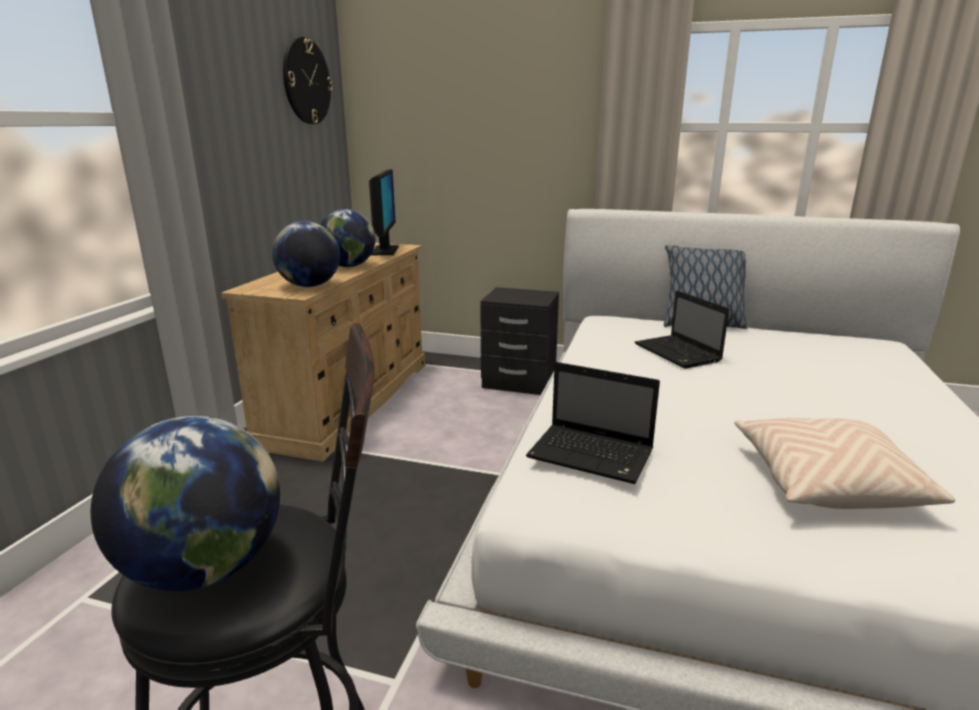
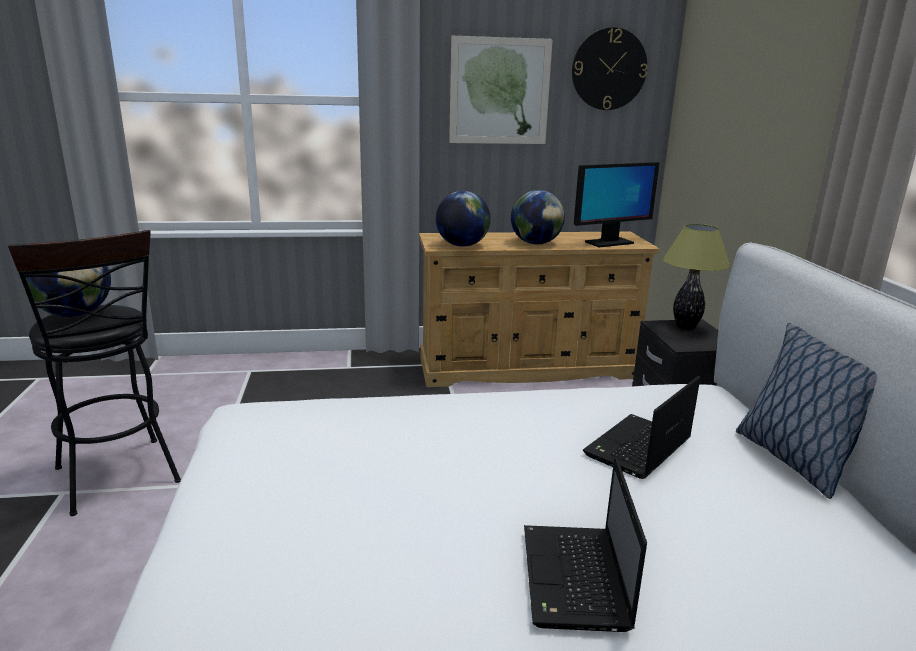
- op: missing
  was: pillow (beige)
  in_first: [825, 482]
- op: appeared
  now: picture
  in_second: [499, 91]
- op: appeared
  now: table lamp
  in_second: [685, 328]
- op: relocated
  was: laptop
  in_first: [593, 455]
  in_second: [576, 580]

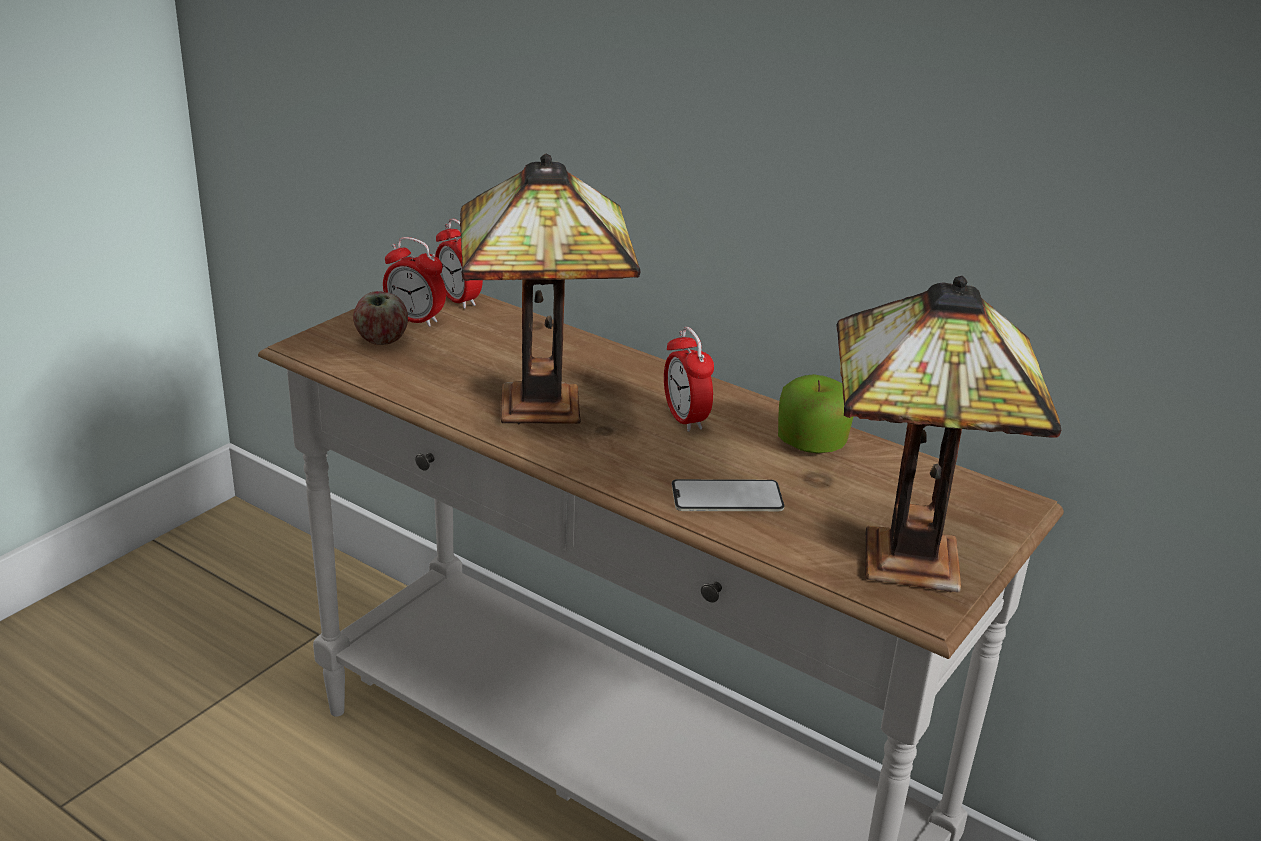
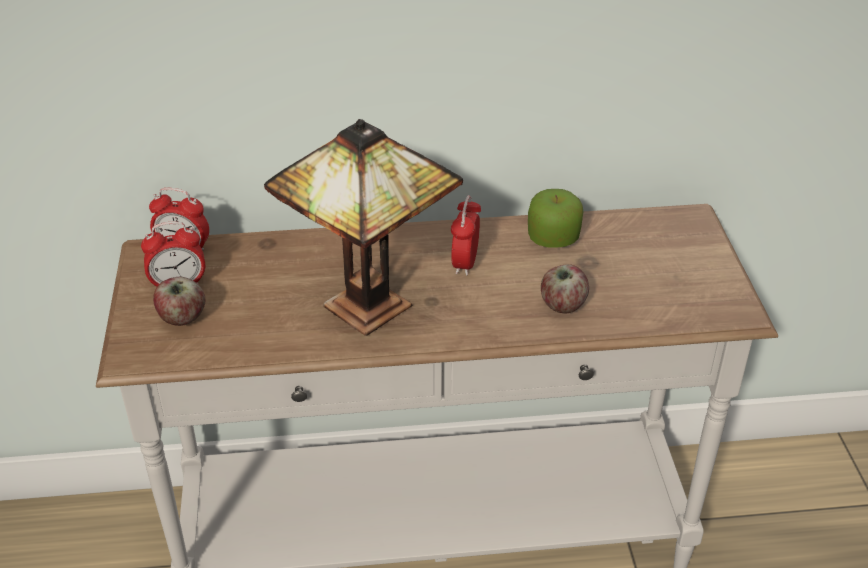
- op: missing
  was: table lamp
  in_first: [903, 562]
- op: exchanged
  was: phone
  now: apple
  in_first: [727, 497]
  in_second: [562, 305]
- op: spun
  was: alarm clock
  in_first: [685, 419]
  in_second: [465, 263]
  clockwise: 75

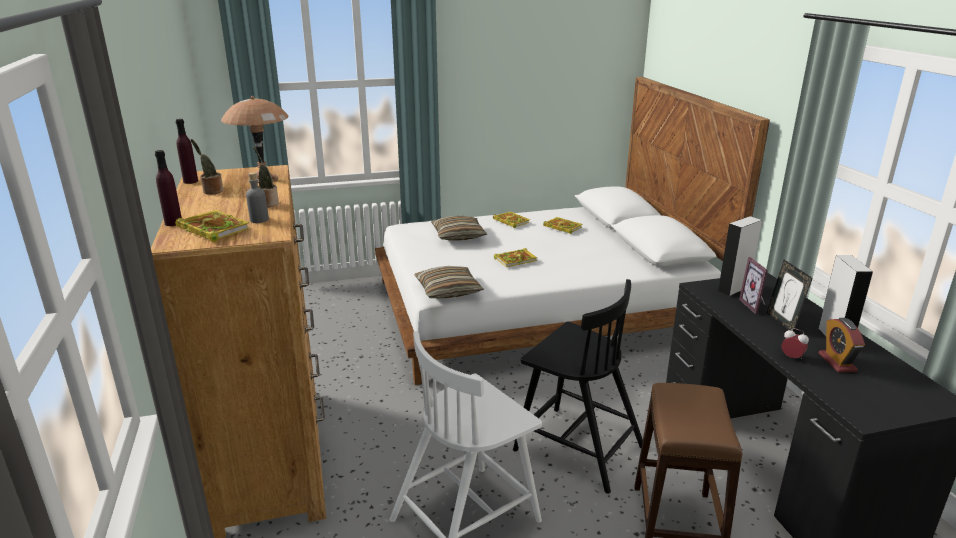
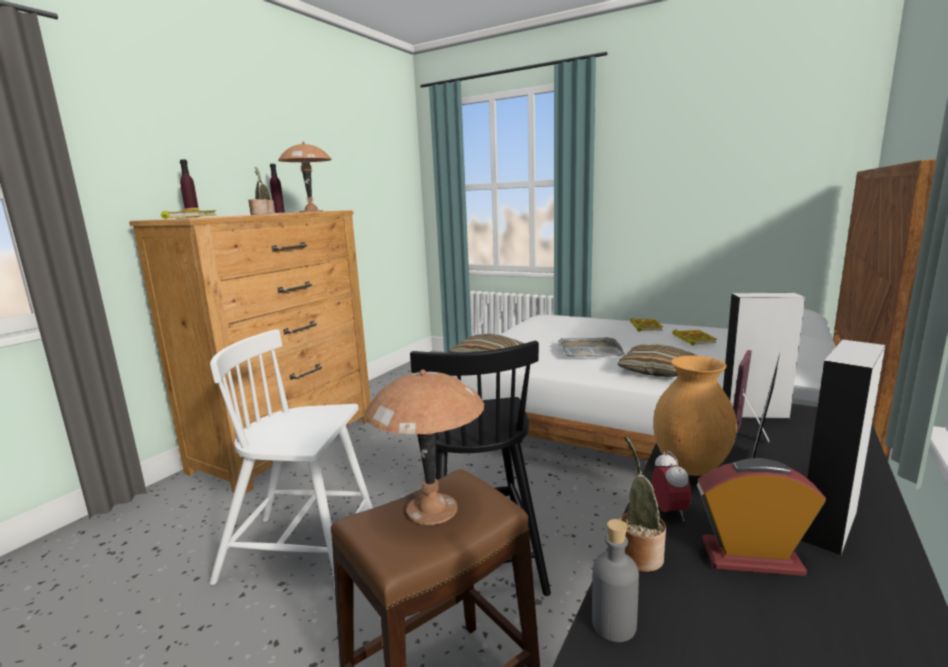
- op: appeared
  now: table lamp (brown)
  in_second: [432, 508]
- op: appeared
  now: potted plant
  in_second: [638, 554]
- op: appeared
  now: vase (brown)
  in_second: [689, 468]
- op: relocated
  was: bottle (grey)
  in_first: [259, 220]
  in_second: [613, 624]
- op: relocated
  was: pillow
  in_first: [458, 235]
  in_second: [657, 371]
- op: exchanged
  was: book
  now: tray (grey)
  in_first: [516, 259]
  in_second: [589, 351]
- op: spun
  was: alarm clock
  in_first: [837, 362]
  in_second: [751, 558]
  clockwise: 60

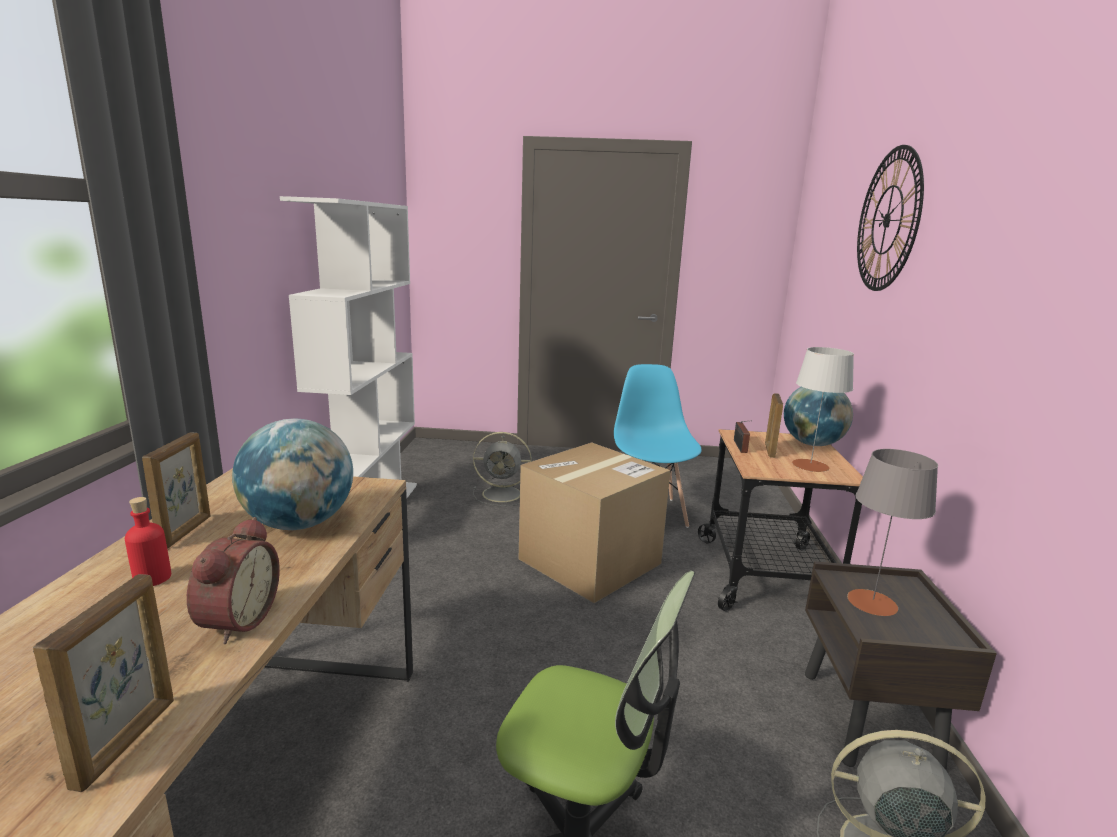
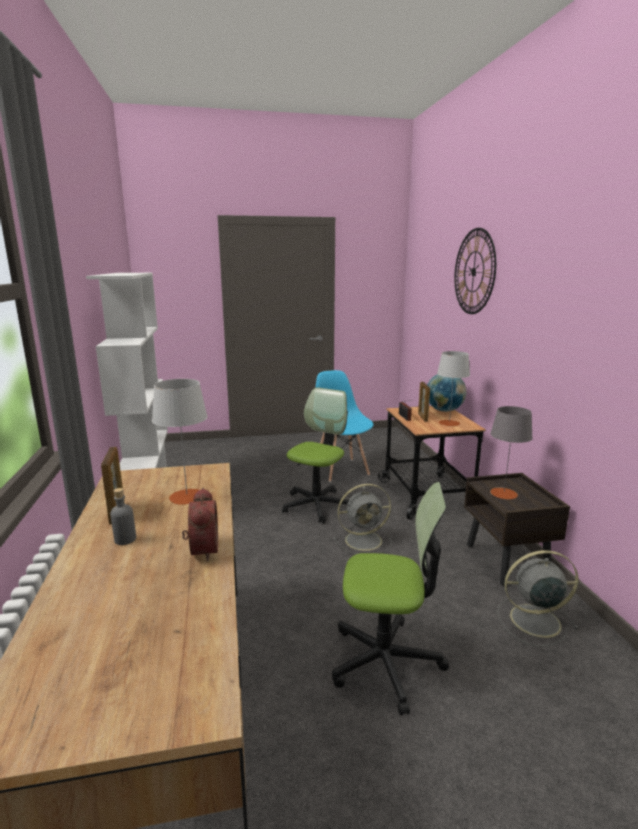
- op: missing
  was: picture frame
  in_first: [127, 741]
- op: relocated
  was: fan (grey)
  in_first: [503, 494]
  in_second: [365, 540]
- op: exchanged
  was: globe
  now: table lamp (grey)
  in_first: [299, 524]
  in_second: [187, 496]
- op: exchanged
  was: cardboard box
  now: office chair
  in_first: [589, 561]
  in_second: [317, 505]
- op: colour
  was: bottle (red)
  now: bottle (grey)
  in_first: [152, 578]
  in_second: [125, 539]

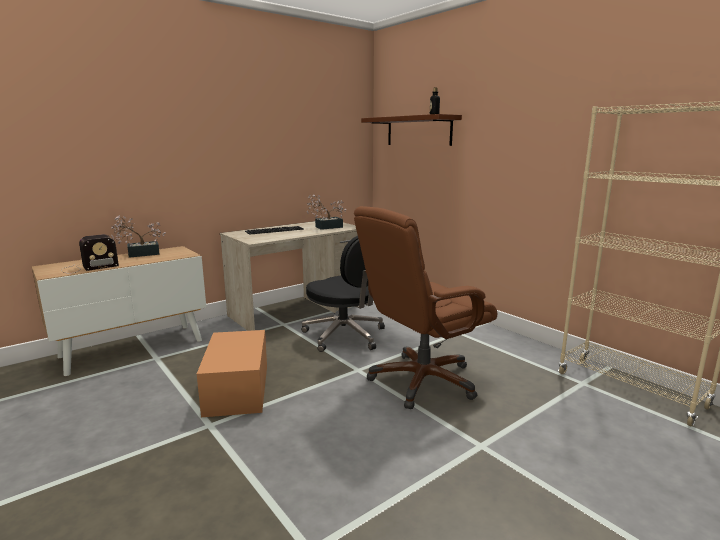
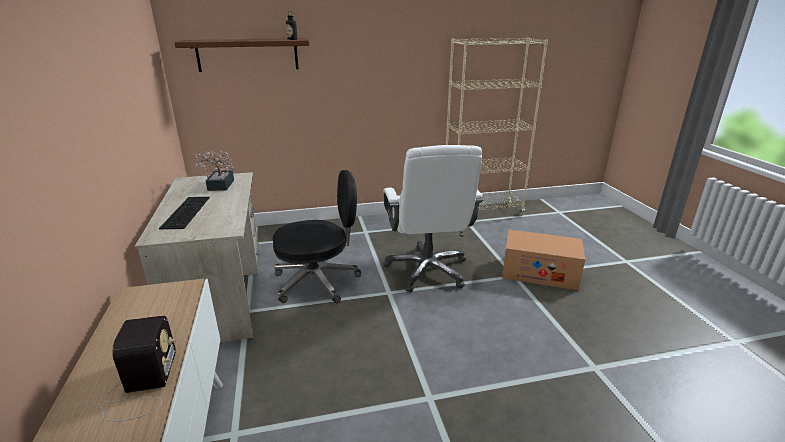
- op: missing
  was: potted plant
  in_first: [139, 254]
- op: relocated
  was: cardboard box
  in_first: [237, 389]
  in_second: [539, 273]
- op: colour
  was: office chair (brown)
  now: office chair (white)
  in_first: [422, 381]
  in_second: [427, 270]

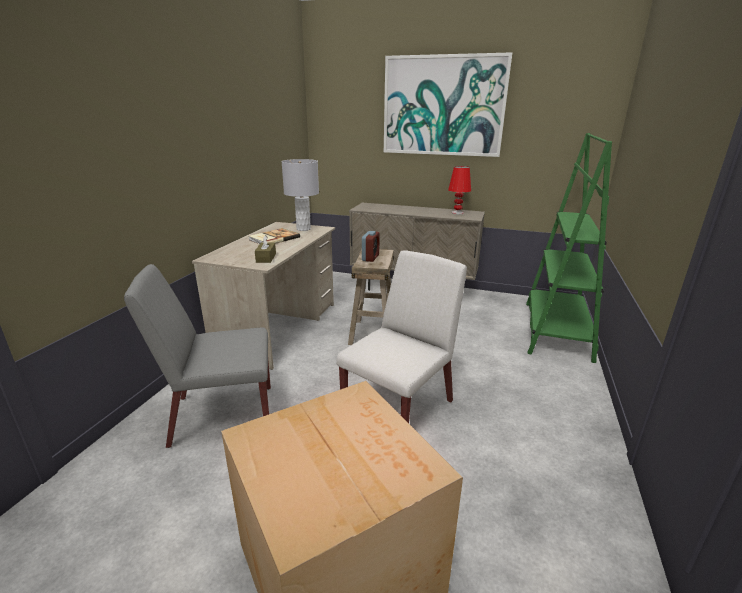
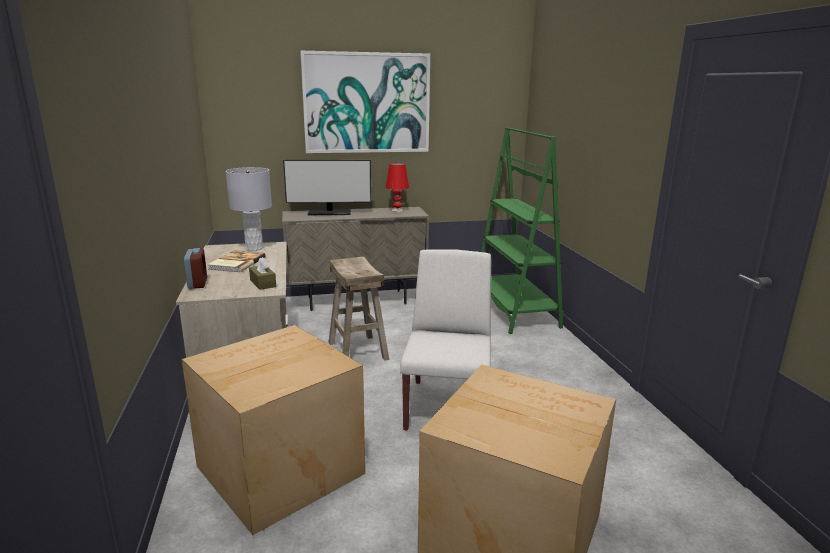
- op: appeared
  now: monitor
  in_second: [329, 213]
- op: relocated
  was: alarm clock
  in_first: [370, 258]
  in_second: [197, 283]
- op: exchanged
  was: chair (grey)
  now: cardboard box
  in_first: [221, 415]
  in_second: [277, 470]

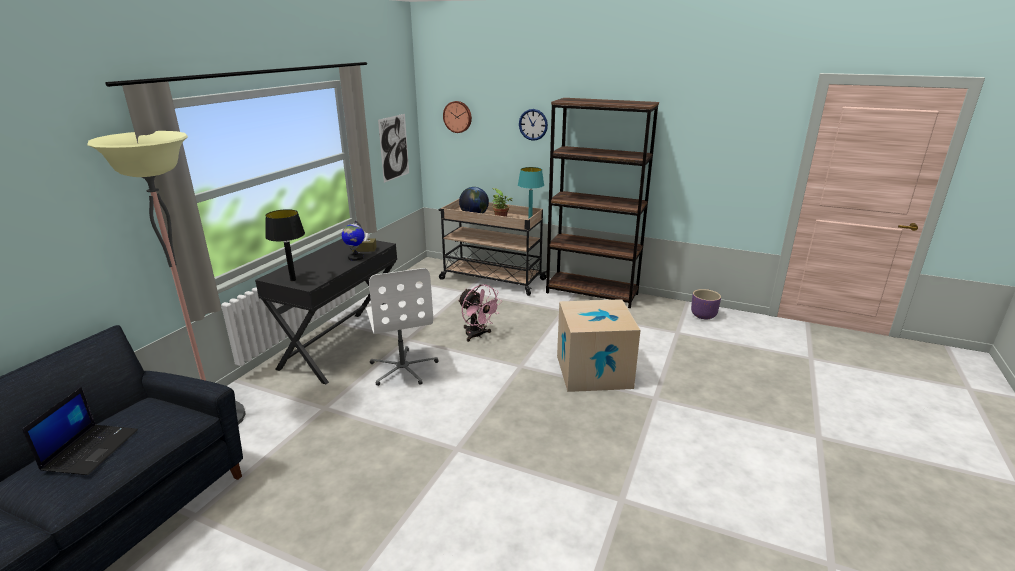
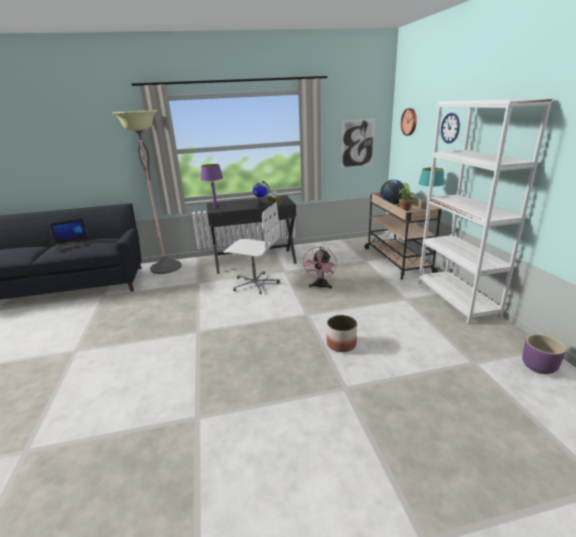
- op: exchanged
  was: cardboard box
  now: planter
  in_first: [593, 371]
  in_second: [341, 344]
- op: colour
  was: table lamp (black)
  now: table lamp (purple)
  in_first: [293, 280]
  in_second: [215, 207]
- op: colour
  was: bookcase (brown)
  now: bookcase (white)
  in_first: [592, 293]
  in_second: [456, 299]
- op: spun
  was: office chair (white)
  in_first: [403, 368]
  in_second: [255, 283]
  clockwise: -105

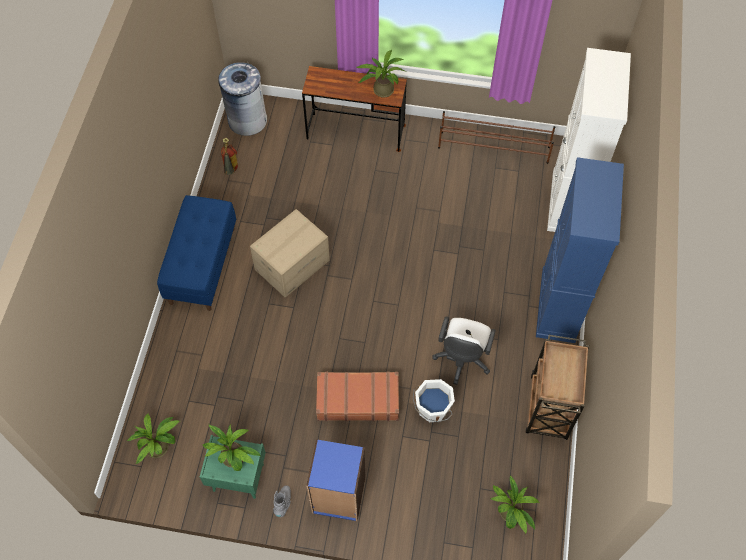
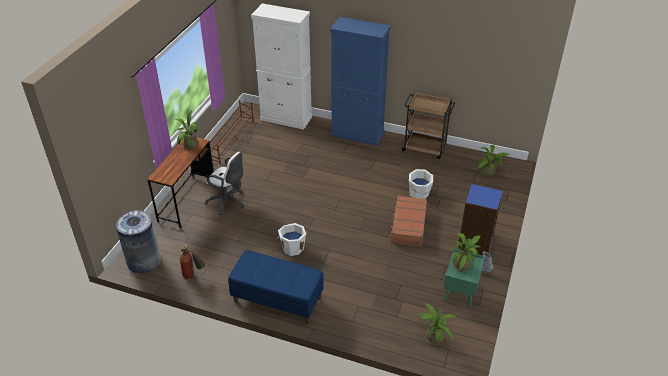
- op: relocated
  was: office chair (white)
  in_first: [461, 360]
  in_second: [228, 202]
- op: exchanged
  was: cardboard box
  now: bucket (white)
  in_first: [292, 264]
  in_second: [292, 247]

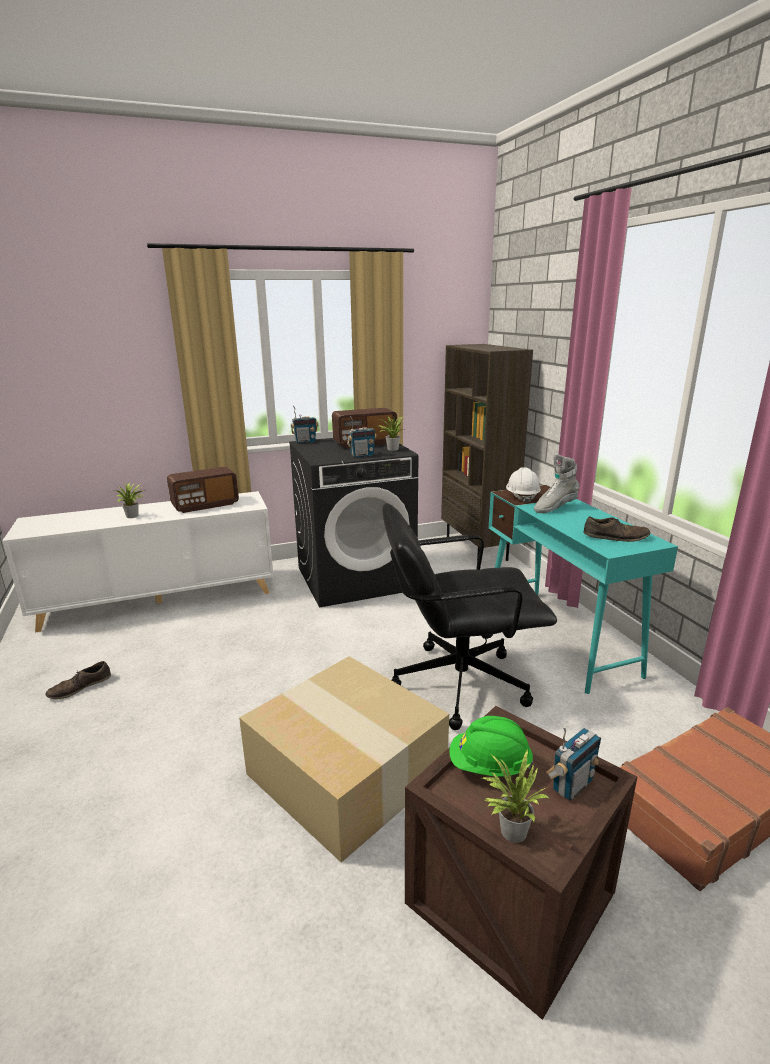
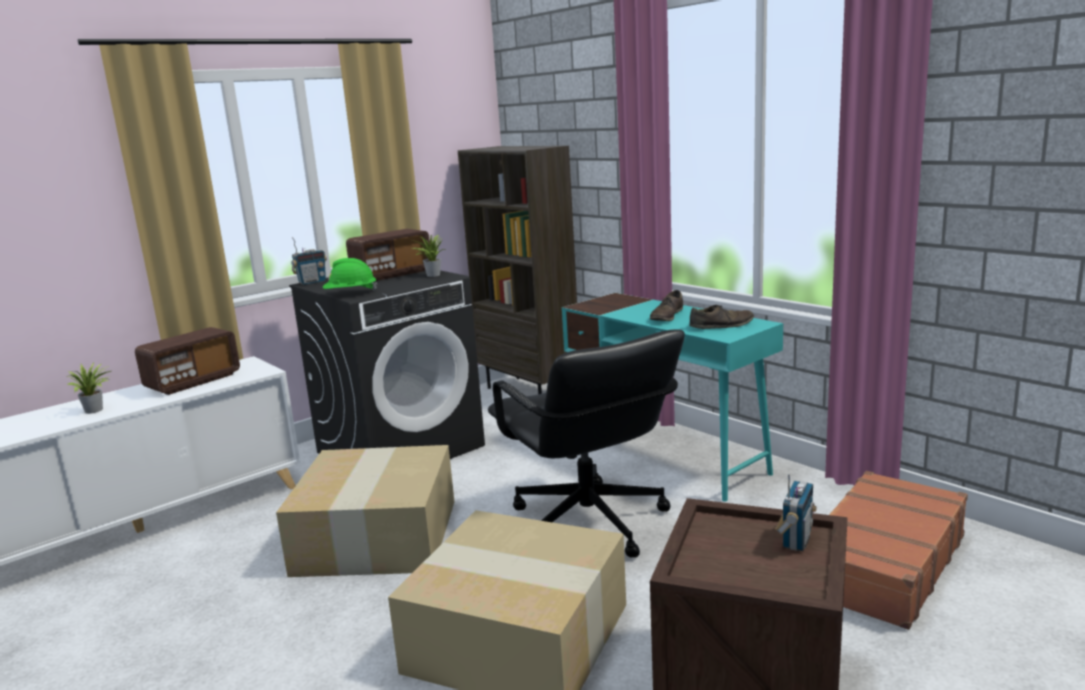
- op: missing
  was: radio
  in_first: [362, 455]
- op: missing
  was: potted plant
  in_first: [510, 830]
- op: missing
  was: hard hat (white)
  in_first: [522, 497]
- op: missing
  was: boot (grey)
  in_first: [554, 508]
- op: appeared
  now: cardboard box
  in_second: [375, 535]
- op: relocated
  was: shoe (brown)
  in_first: [80, 687]
  in_second: [667, 316]
- op: relocated
  was: hard hat (green)
  in_first: [489, 766]
  in_second: [350, 294]
- op: spun
  was: office chair (black)
  in_first: [458, 683]
  in_second: [588, 524]
  clockwise: -90

